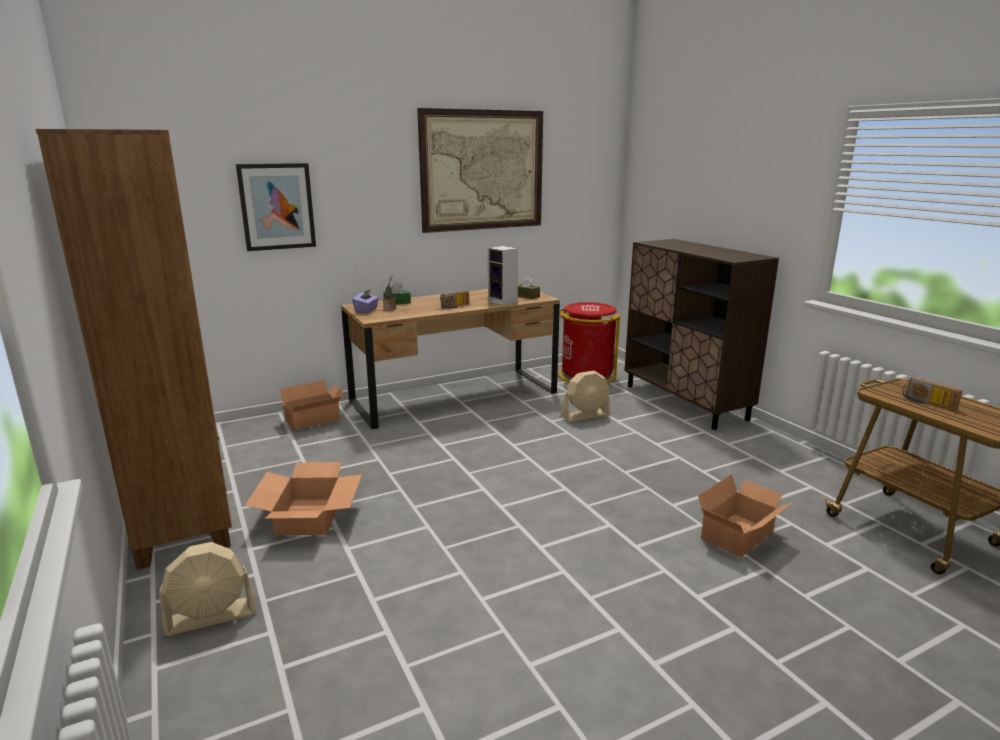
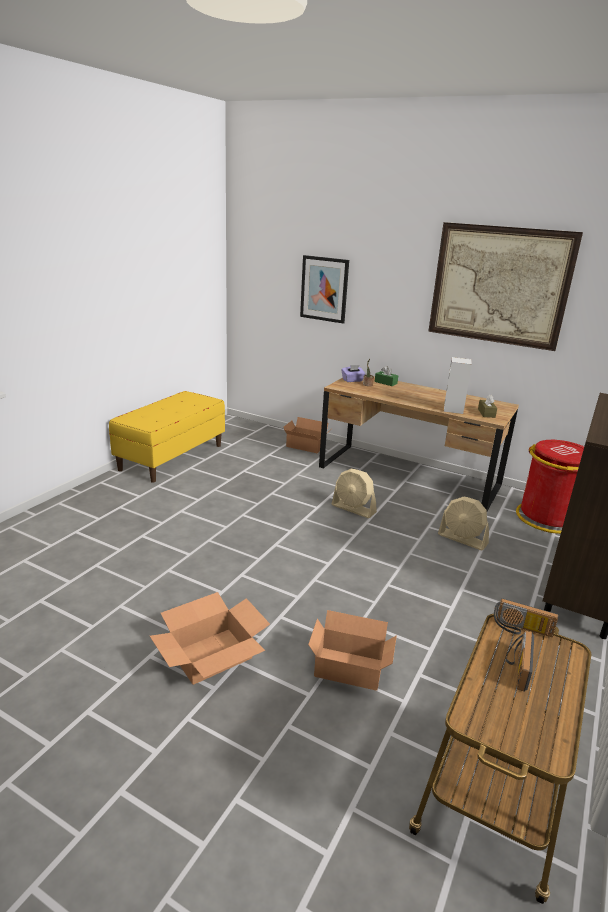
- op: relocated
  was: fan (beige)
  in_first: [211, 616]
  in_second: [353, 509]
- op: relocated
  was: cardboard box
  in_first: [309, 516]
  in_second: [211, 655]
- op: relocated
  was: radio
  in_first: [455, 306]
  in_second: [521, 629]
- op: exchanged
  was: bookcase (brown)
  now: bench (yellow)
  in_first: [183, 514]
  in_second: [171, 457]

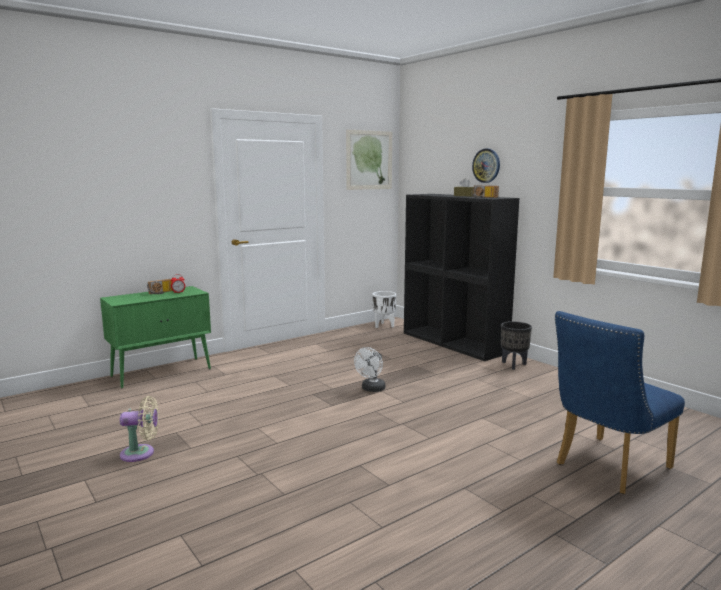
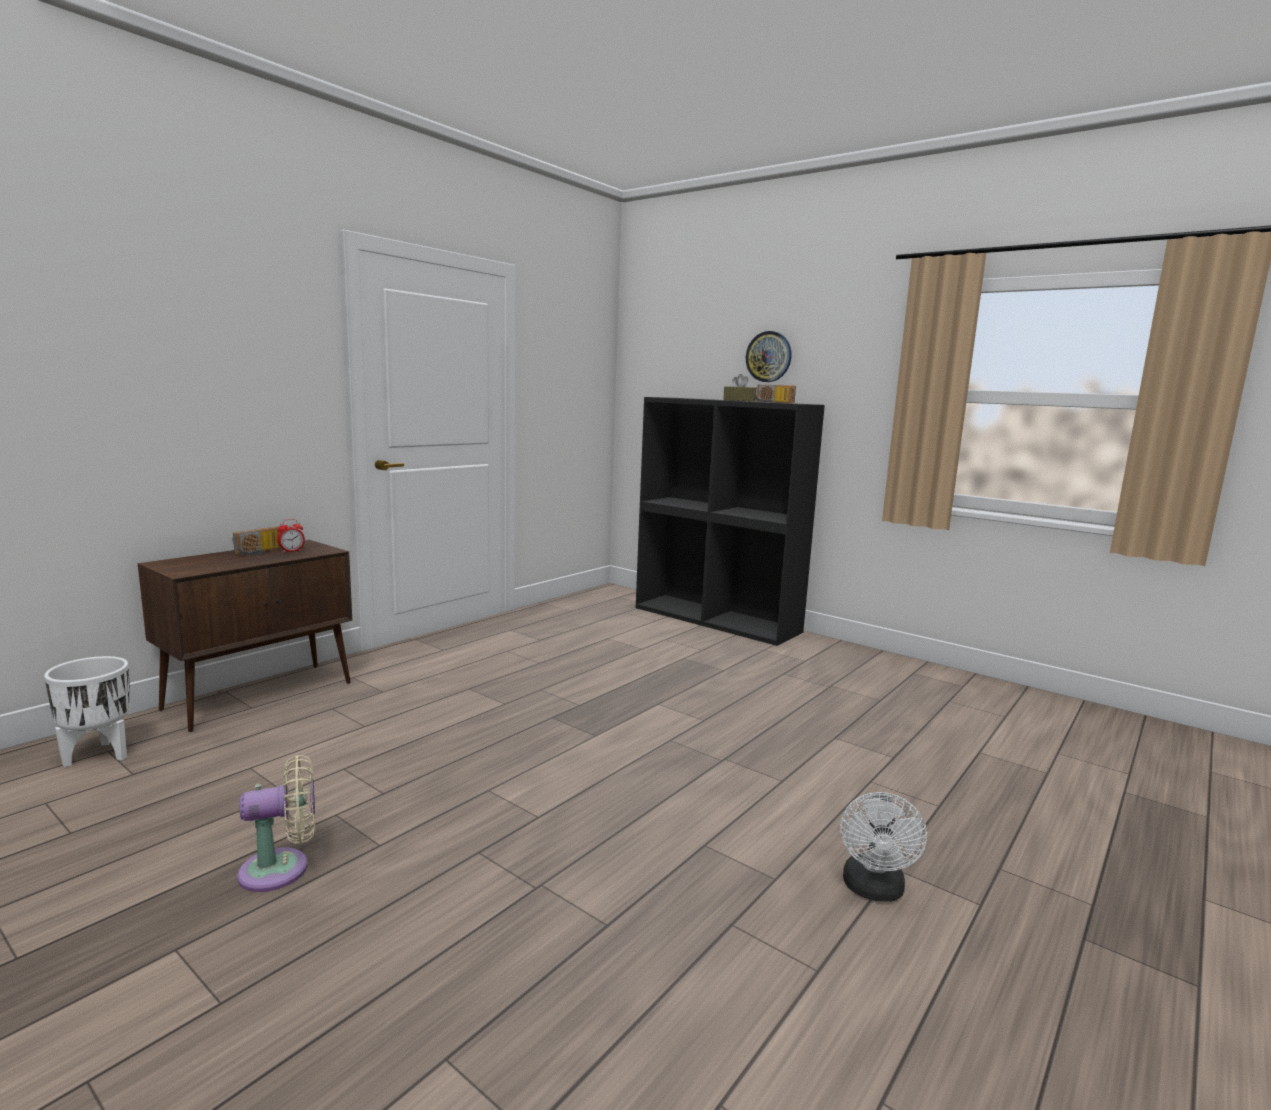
- op: missing
  was: picture
  in_first: [369, 160]
- op: missing
  was: planter (black)
  in_first: [514, 365]
- op: missing
  was: chair (blue)
  in_first: [606, 467]
- op: relocated
  was: fan (white)
  in_first: [371, 389]
  in_second: [873, 890]
- op: relocated
  was: planter (white)
  in_first: [384, 325]
  in_second: [99, 755]
- op: colour
  was: cabinet (green)
  now: cabinet (brown)
  in_first: [162, 372]
  in_second: [261, 695]

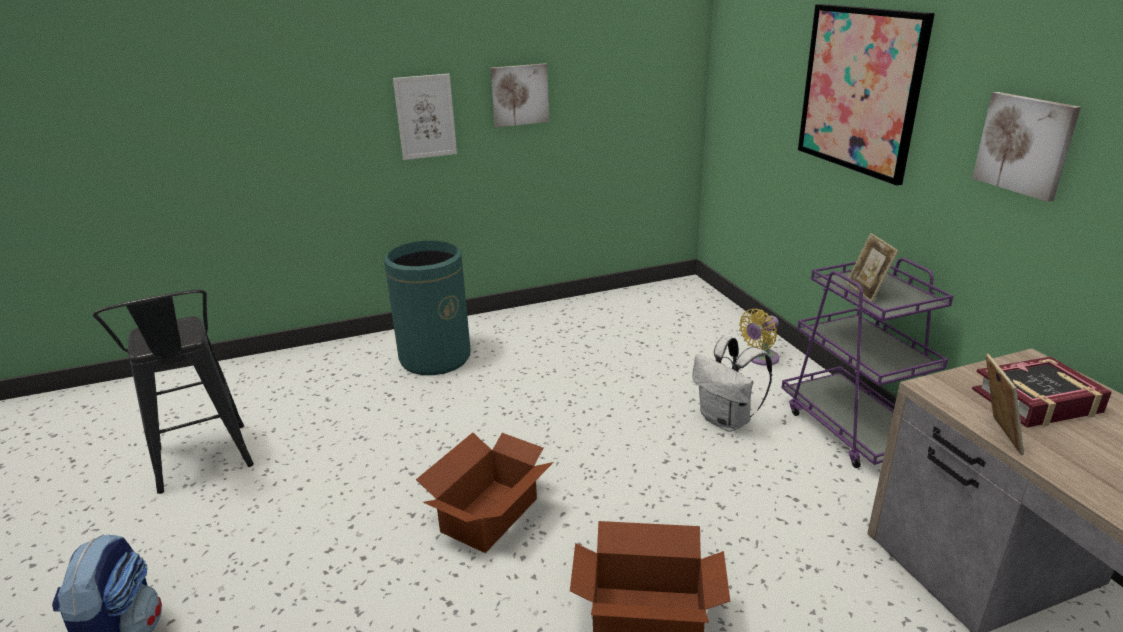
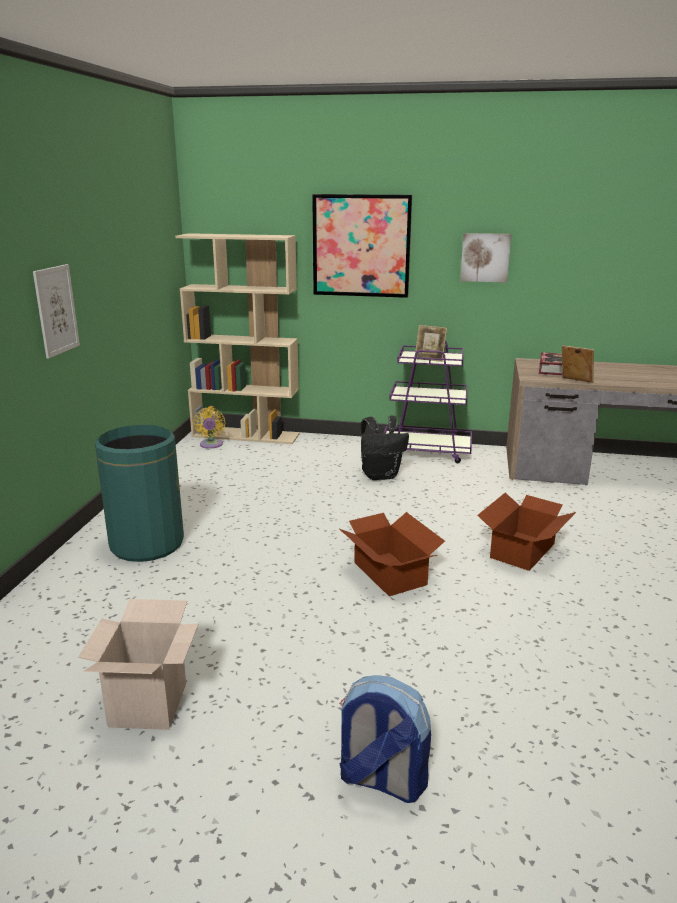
- op: missing
  was: picture
  in_first: [519, 95]
- op: appeared
  now: bookcase (beige)
  in_second: [246, 435]
- op: relocated
  was: fan (yellow)
  in_first: [760, 358]
  in_second: [211, 445]
- op: exchanged
  was: stool (black)
  now: cardboard box
  in_first: [204, 464]
  in_second: [148, 705]
- op: colour
  was: backpack (white)
  now: backpack (black)
  in_first: [727, 421]
  in_second: [381, 475]

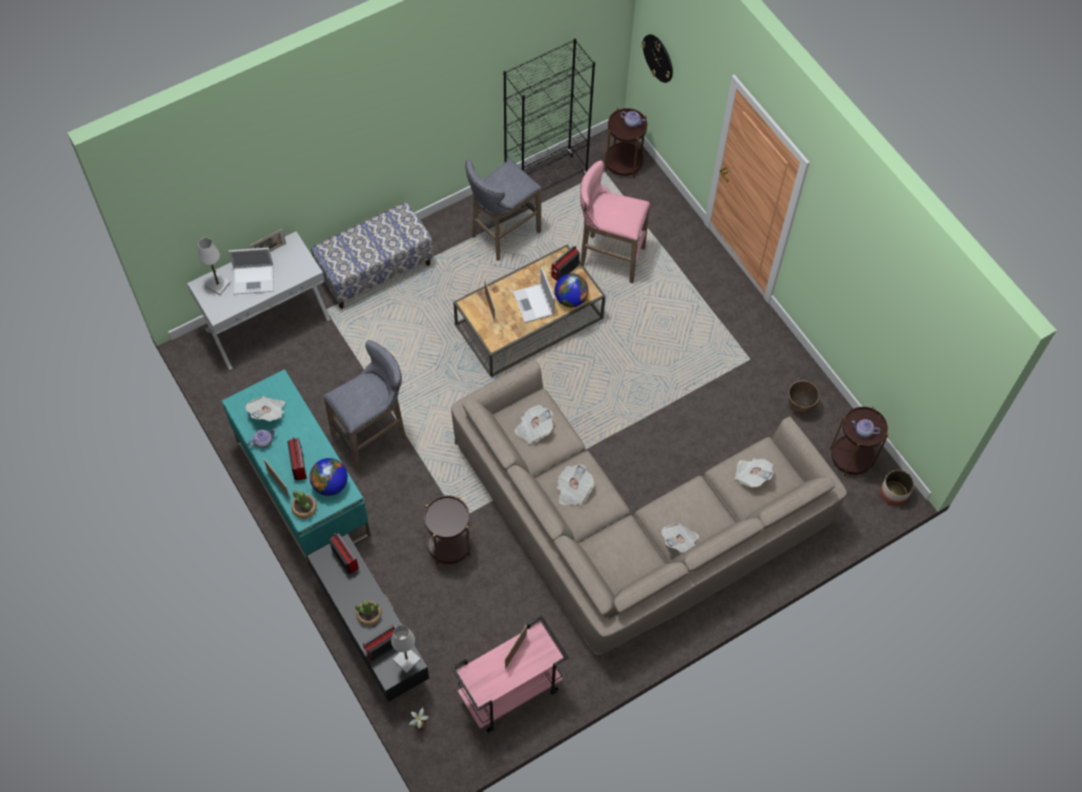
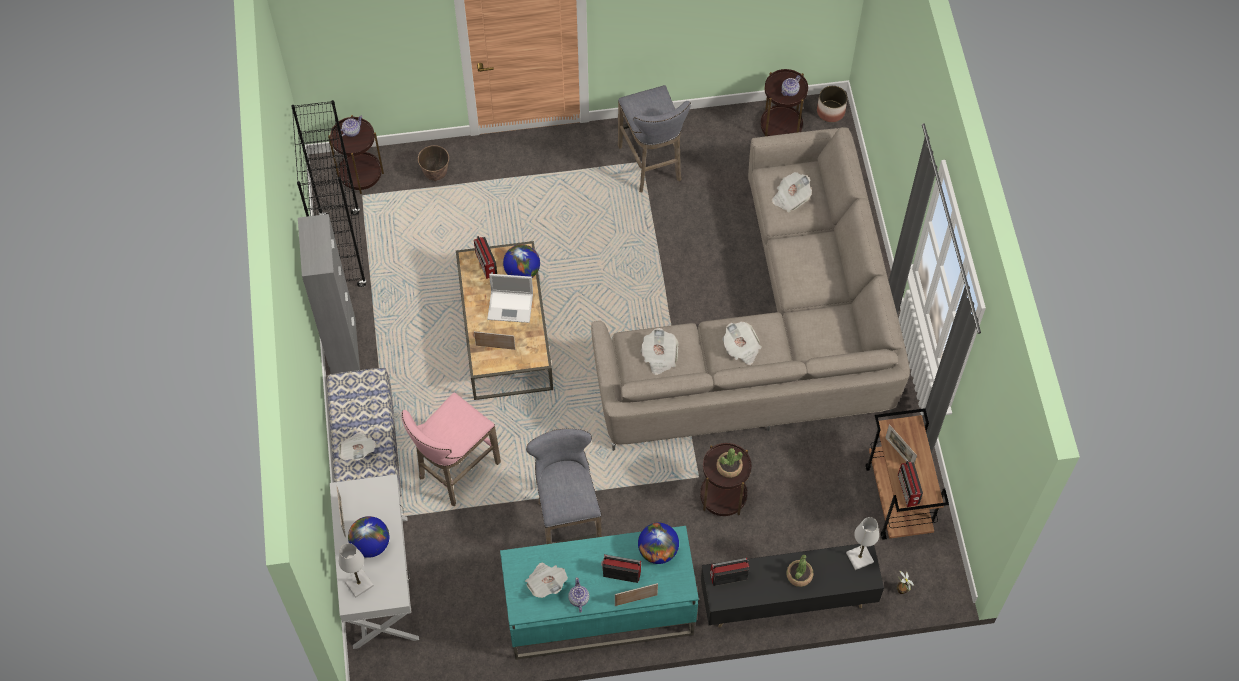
- op: missing
  was: wall clock
  in_first: [658, 58]
- op: appeared
  now: cabinet (grey)
  in_second: [343, 347]
- op: relocated
  was: potted plant
  in_first: [304, 508]
  in_second: [729, 467]
- op: relocated
  was: radio
  in_first: [381, 647]
  in_second: [908, 490]
- op: relocated
  was: stool (grey)
  in_first: [502, 235]
  in_second: [652, 166]
- op: relocated
  was: stool (pink)
  in_first: [608, 257]
  in_second: [456, 472]
- op: relocated
  was: newspaper
  in_first: [680, 542]
  in_second: [358, 450]
- op: relocated
  was: planter
  in_first: [799, 407]
  in_second: [436, 174]
- op: exchanged
  was: laptop
  now: globe
  in_first: [254, 279]
  in_second: [371, 544]
- op: colour
  was: cart (pink)
  now: cart (brown)
  in_first: [509, 693]
  in_second: [898, 500]

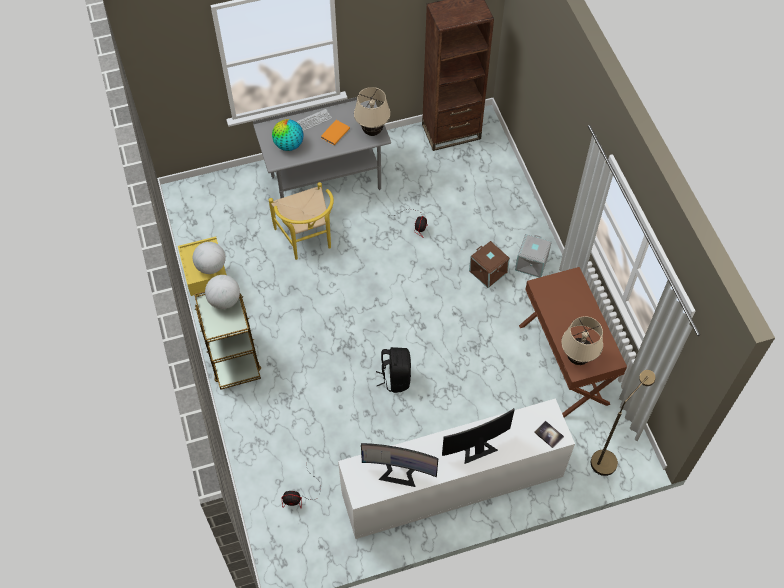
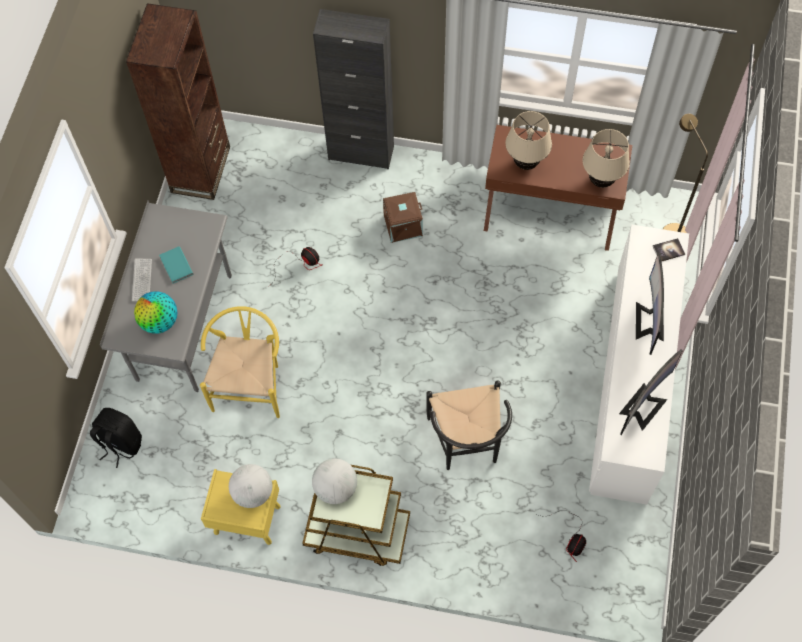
- op: missing
  was: storage box (grey)
  in_first: [532, 263]
- op: appeared
  now: cabinet (black)
  in_second: [361, 153]
- op: appeared
  now: chair (black)
  in_second: [467, 444]
- op: relocated
  was: table lamp (beige)
  in_first: [372, 132]
  in_second: [525, 163]
- op: relocated
  was: backpack (black)
  in_first: [395, 378]
  in_second: [120, 444]
- op: colour
  was: book (orange)
  now: book (turquoise)
  in_first: [334, 133]
  in_second: [175, 266]
- op: spun
  was: chair (yellow)
  in_first: [307, 240]
  in_second: [250, 383]
  clockwise: -90

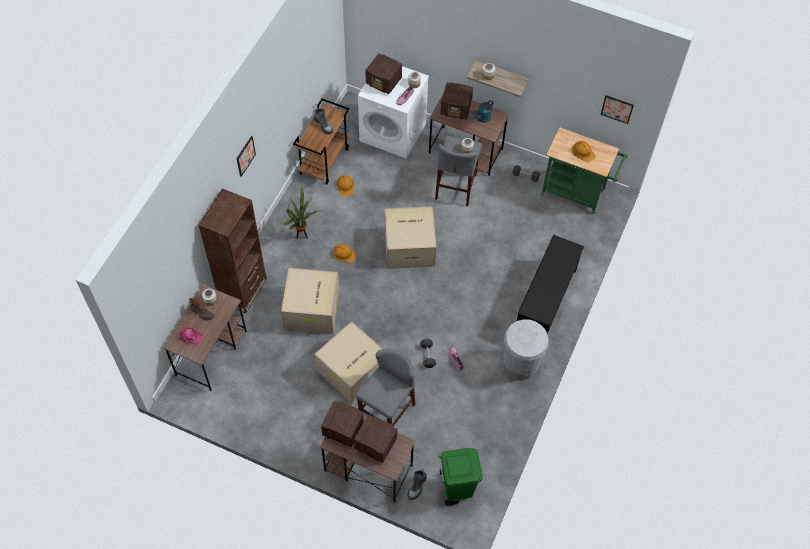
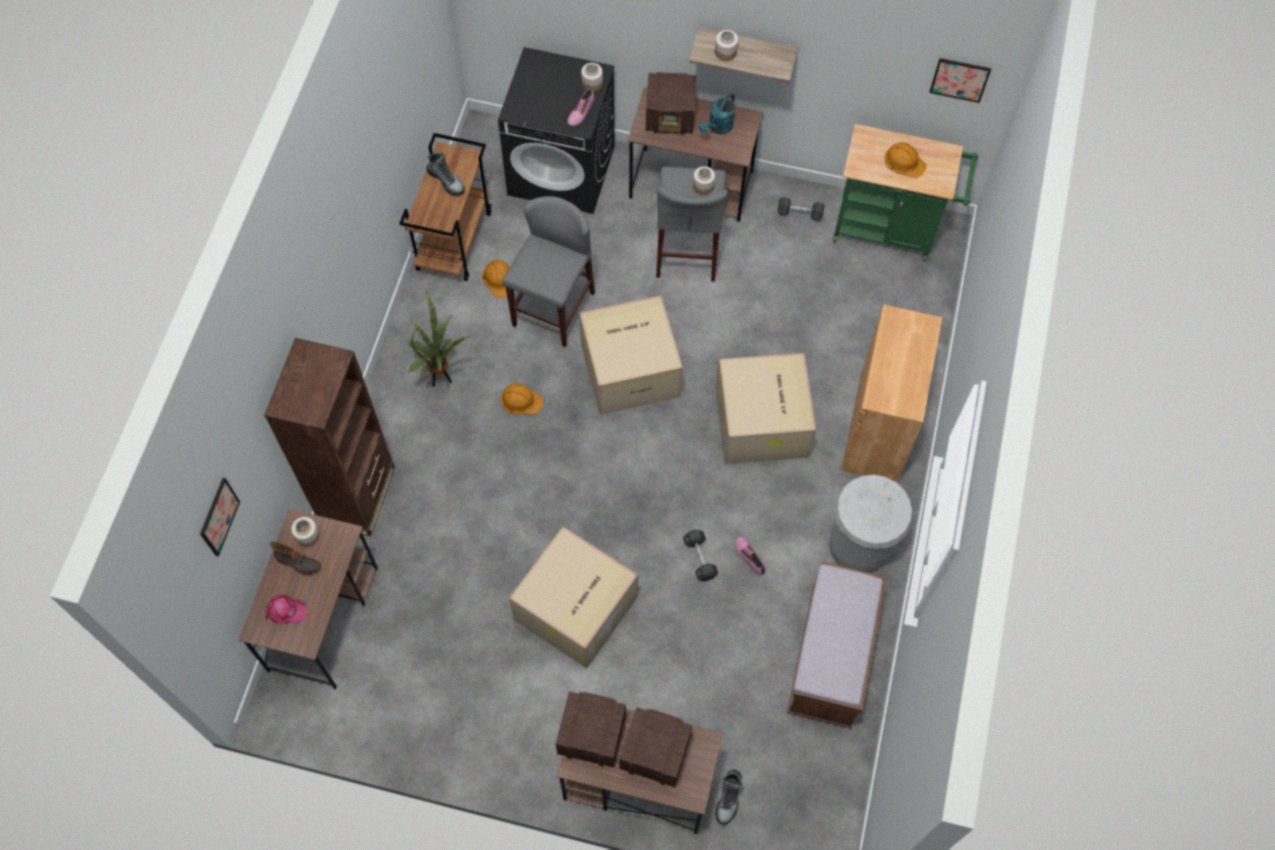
- op: missing
  was: radio
  in_first: [384, 82]
- op: missing
  was: trash can (green)
  in_first: [456, 487]
- op: appeared
  now: bench (brown)
  in_second: [831, 658]
- op: relocated
  was: picture
  in_first: [245, 156]
  in_second: [219, 517]
- op: relocated
  was: cardboard box
  in_first: [312, 310]
  in_second: [763, 423]
- op: relocated
  was: stool (grey)
  in_first: [386, 411]
  in_second: [553, 309]
- op: exchanged
  was: shoe rack (black)
  now: cabinet (brown)
  in_first: [545, 301]
  in_second: [878, 427]
- op: colour
  was: washing machine (white)
  now: washing machine (black)
  in_first: [393, 132]
  in_second: [562, 170]

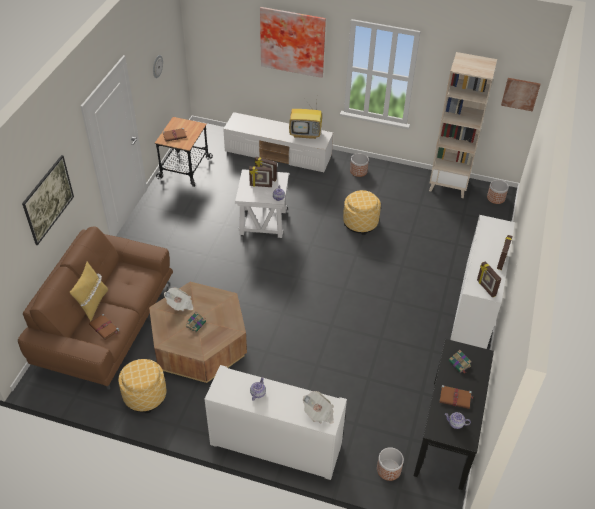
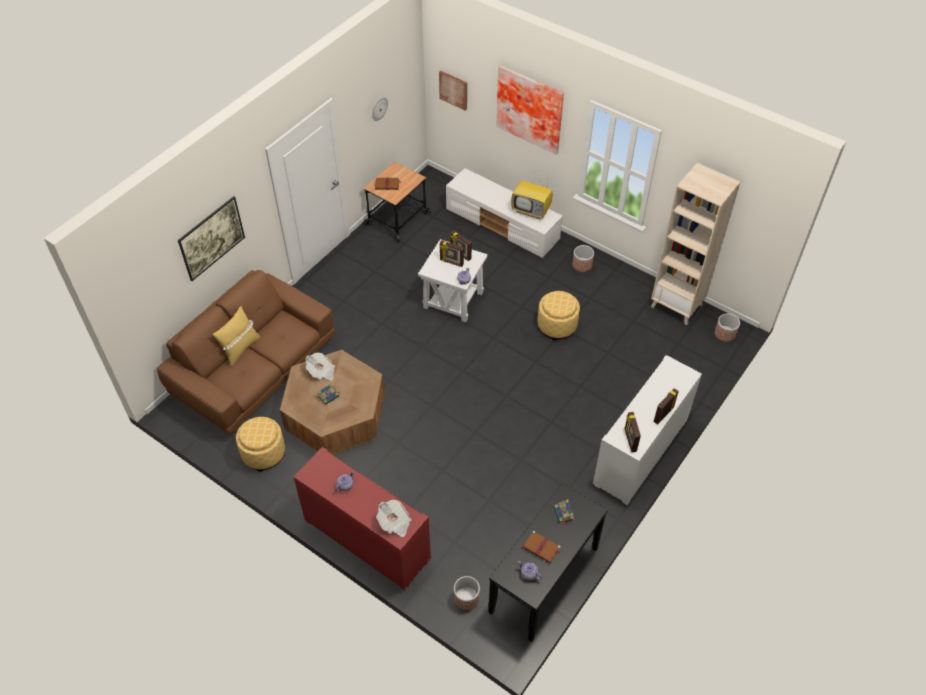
- op: missing
  was: book (brown)
  in_first: [104, 328]
- op: relocated
  was: picture
  in_first: [520, 93]
  in_second: [453, 90]
- op: colour
  was: cabinet (white)
  now: cabinet (red)
  in_first: [276, 444]
  in_second: [367, 539]

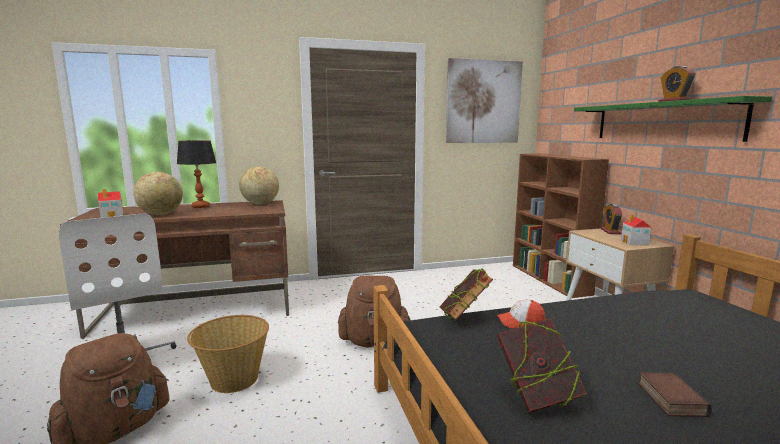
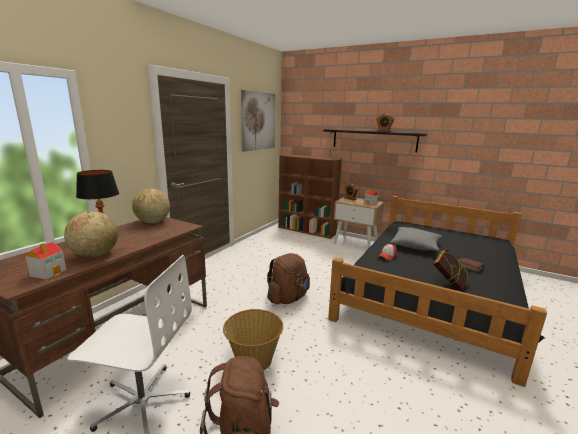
- op: missing
  was: book
  in_first: [464, 318]
- op: appeared
  now: pillow (grey)
  in_second: [415, 246]
- op: colour
  was: shelf (green)
  now: shelf (black)
  in_first: [662, 121]
  in_second: [373, 140]

